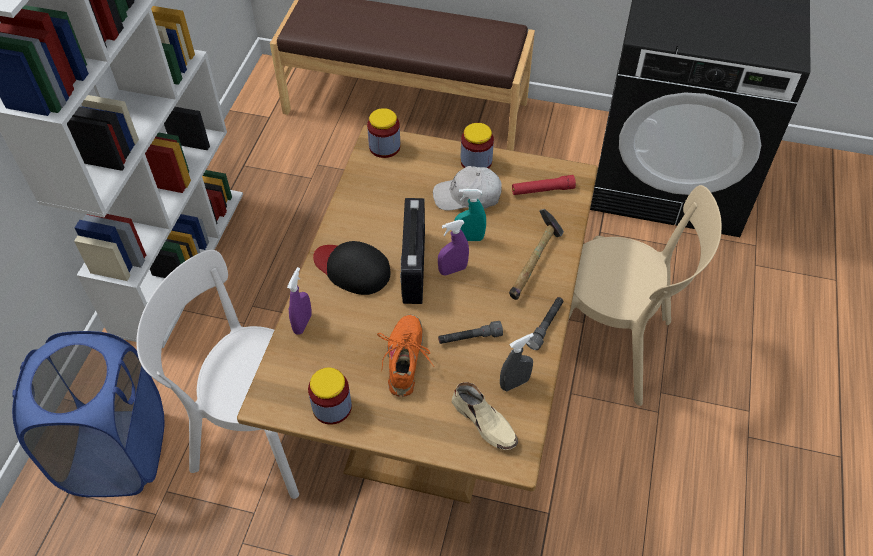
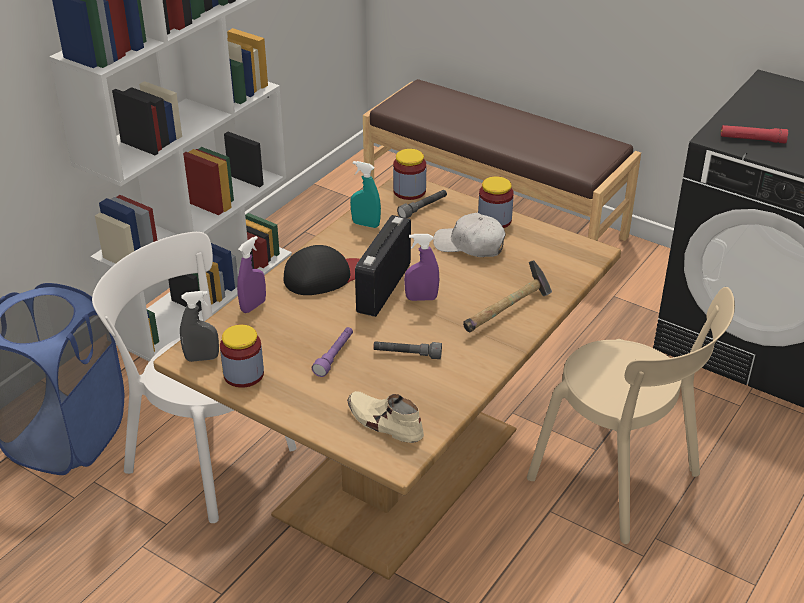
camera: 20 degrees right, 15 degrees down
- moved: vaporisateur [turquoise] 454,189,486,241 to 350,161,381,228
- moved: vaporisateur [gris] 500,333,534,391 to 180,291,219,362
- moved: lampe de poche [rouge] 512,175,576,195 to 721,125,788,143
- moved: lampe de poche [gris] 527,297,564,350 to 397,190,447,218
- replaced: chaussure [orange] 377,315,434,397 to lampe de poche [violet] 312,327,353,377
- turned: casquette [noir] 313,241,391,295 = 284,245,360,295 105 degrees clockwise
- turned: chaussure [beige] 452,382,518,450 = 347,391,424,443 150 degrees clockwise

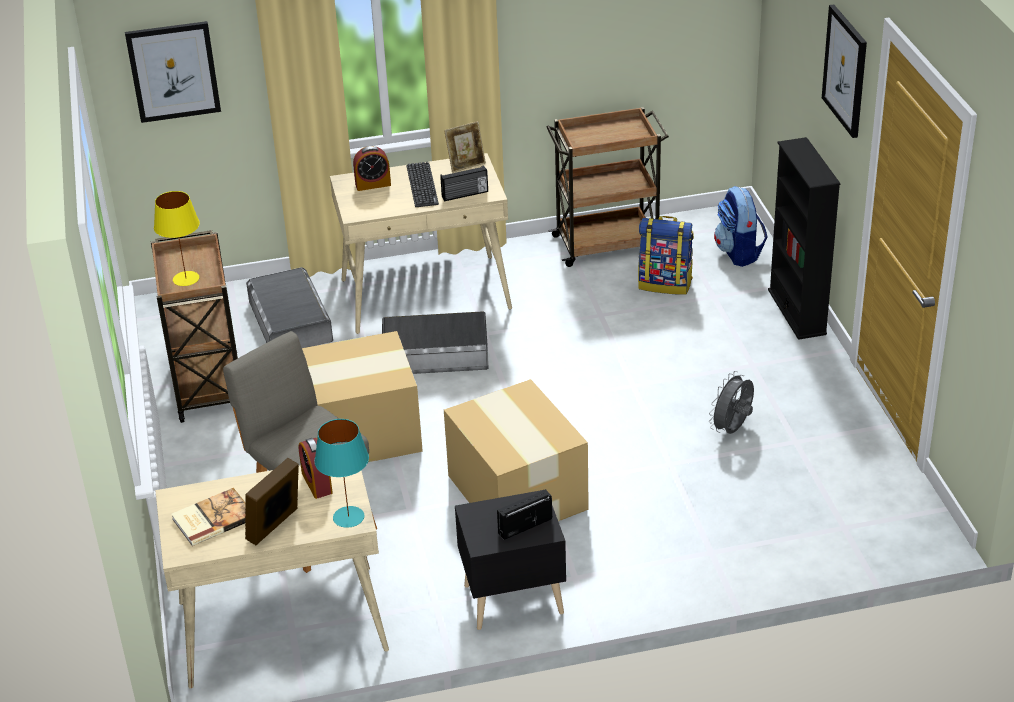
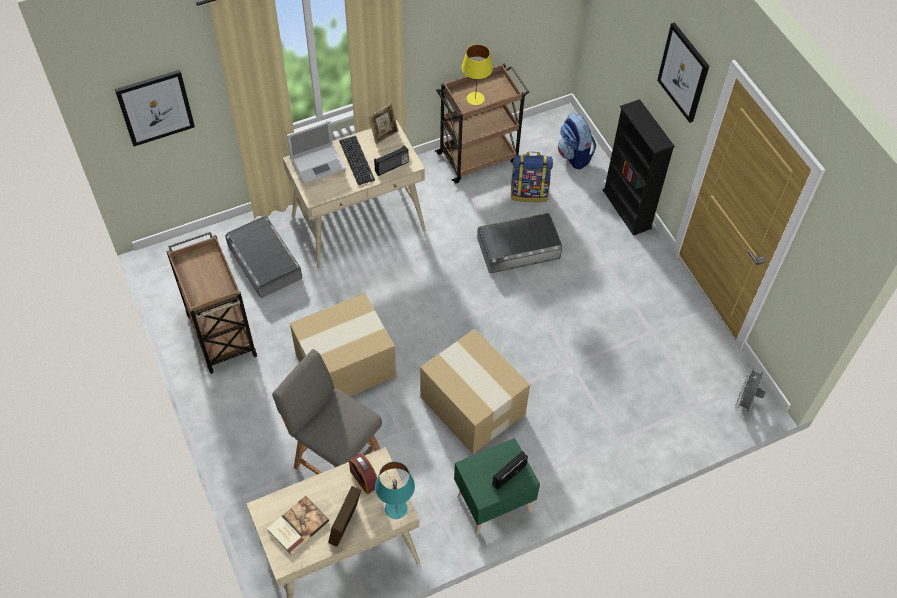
camera: 15 degrees left, 20 degrees up
- moved: lampe de table [jaune] 154,191,200,286 to 462,44,493,105
- moved: boîte de rangement [gris] 382,311,489,374 to 477,213,562,273
- moved: ventilateur [gris] 709,371,754,434 to 735,365,765,411
- replaced: réveil 353,146,391,191 to ordinateur portable 287,121,346,184
- recoloured: table de chevet [noir] 455,490,566,630 to table de chevet [vert] 454,438,540,535

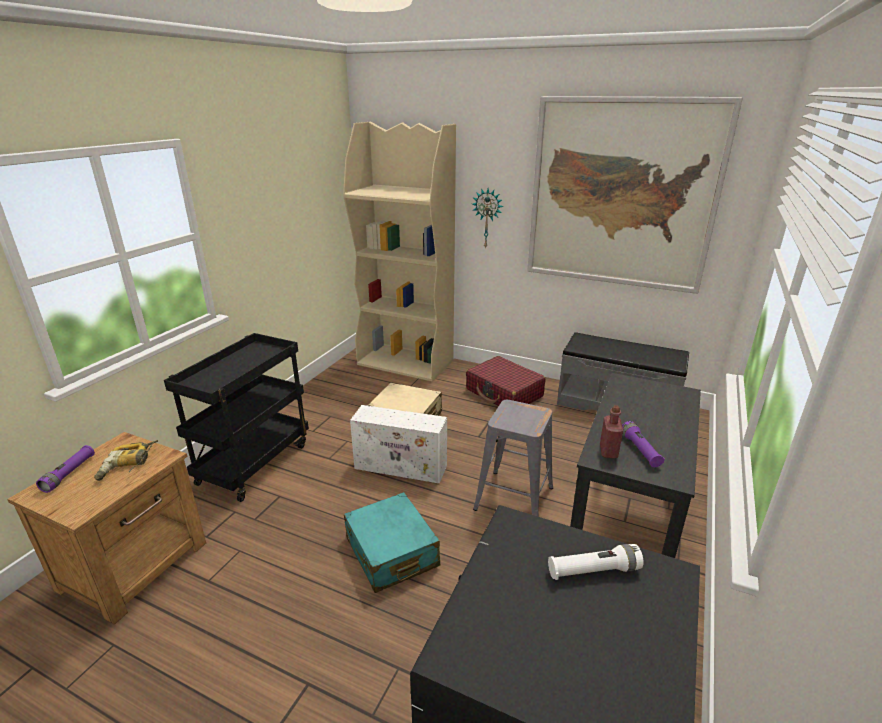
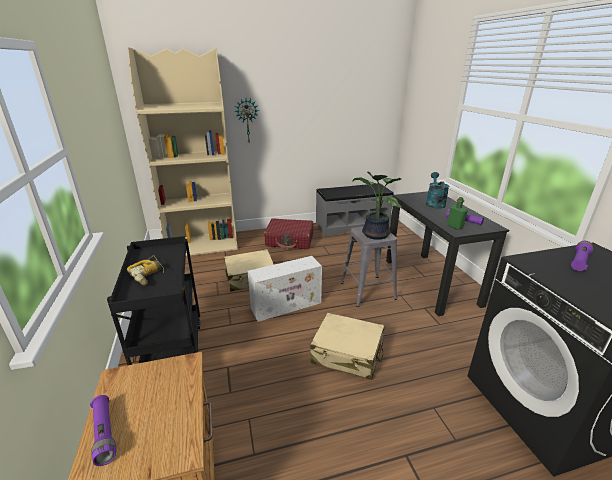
camera: 40 degrees left, 0 degrees up
- removed: tableau 527,96,743,294
- added: plante en pot 352,172,402,240
- added: arrosoir [turquoise] 426,172,449,209
- moved: perceuse 94,440,158,481 to 127,255,164,286
- recoloured: valise [turquoise] 344,492,440,593 to valise [beige] 310,313,384,380
- recoloured: lampe de poche [blanc] 548,544,644,580 to lampe de poche [violet] 571,241,593,271
- recoloured: bouteille [rouge] 600,405,623,458 to bouteille [vert] 447,197,468,230

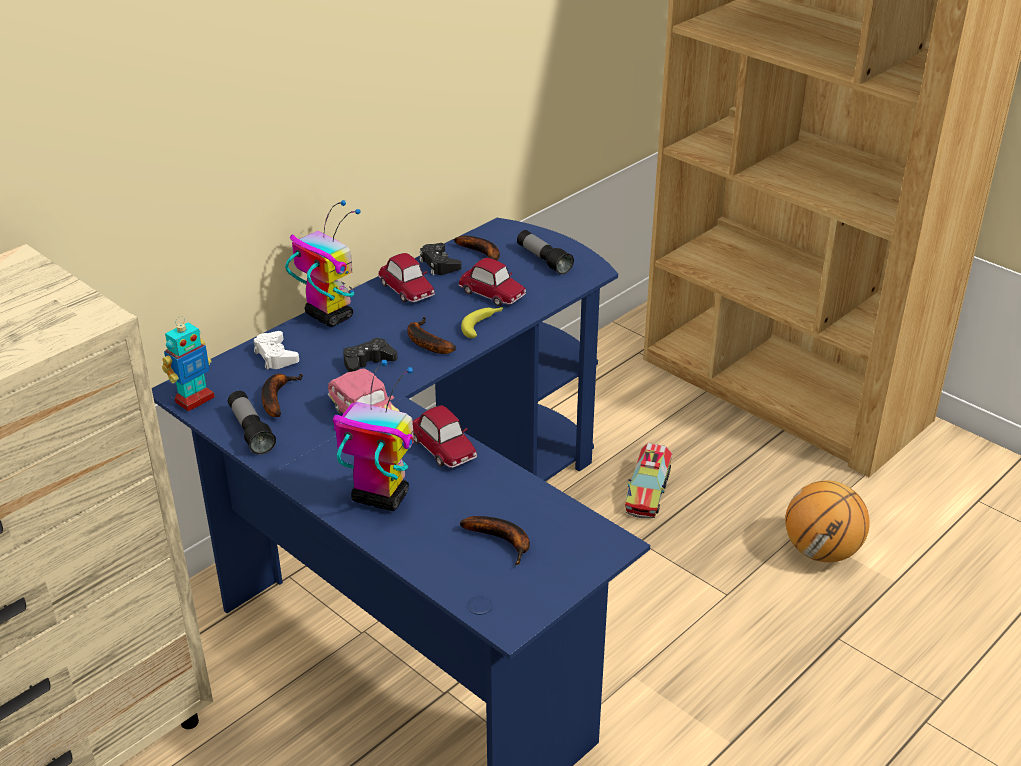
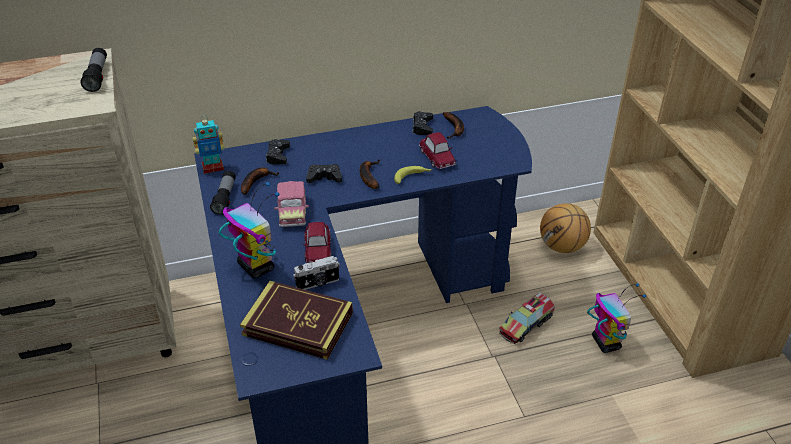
camera: 30 degrees right, 5 degrees up
- removed: petite voiture 378,253,435,302
- added: appareil photo 293,256,340,290
- moved: robot jouet 285,200,361,327 to 587,283,646,353
- moved: lampe de poche 517,230,574,275 to 80,48,107,92
- moved: ballon de basket 785,481,870,562 to 540,203,591,253
- replaced: banane 460,516,530,565 to livre 240,281,353,360
- recoloured: manette [blanc] 253,331,299,369 to manette [noir] 266,139,290,164

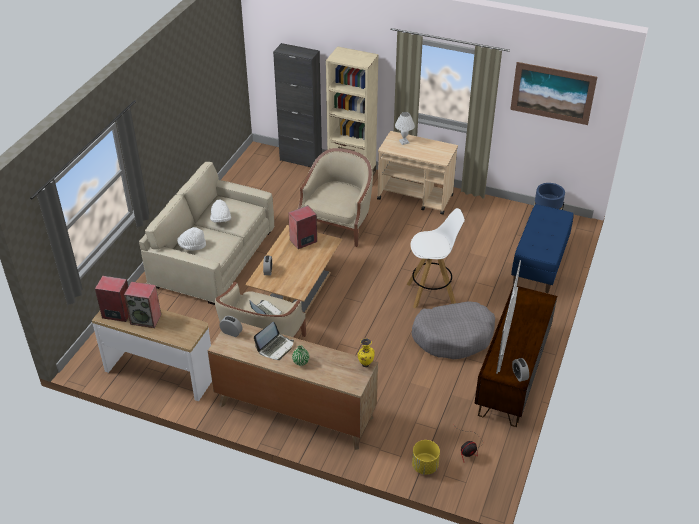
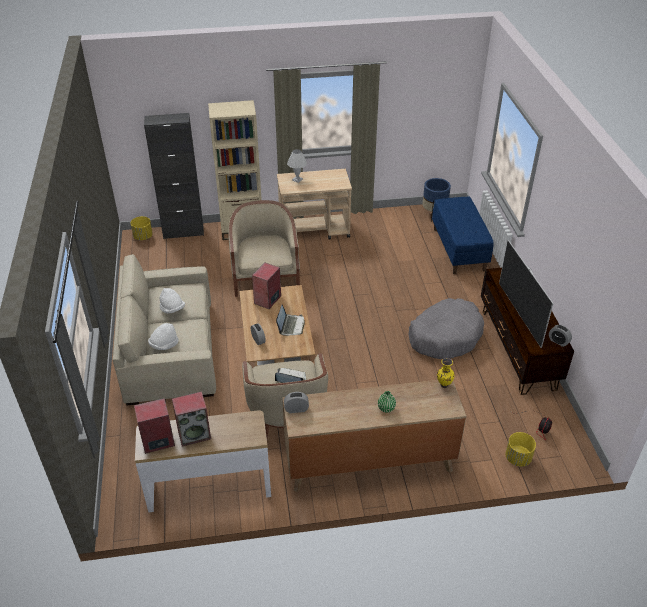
camera: 30 degrees left, 0 degrees up
- removed: tabouret [blanc] 406,208,465,309
- removed: tableau 510,62,597,125
- added: cache-pot [jaune] 131,216,153,240
- moved: ordinateur portable 254,322,294,360 to 276,305,305,336

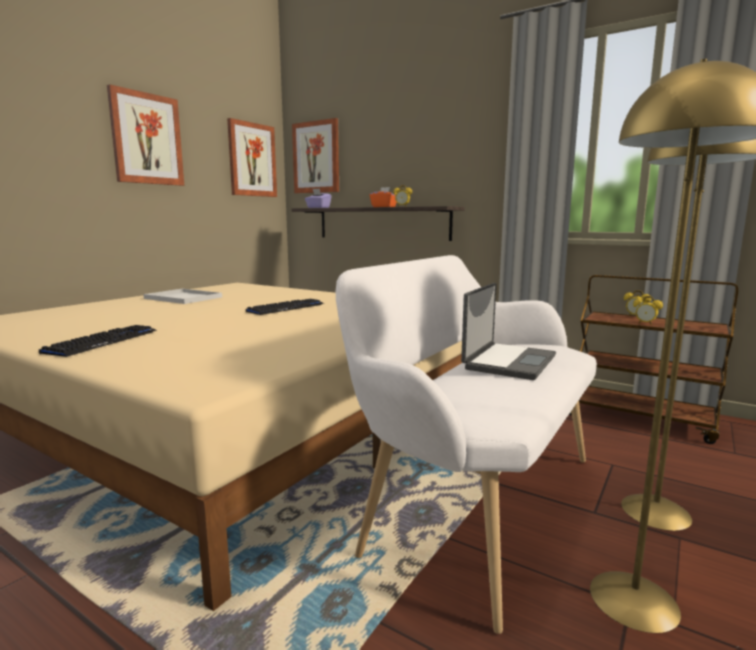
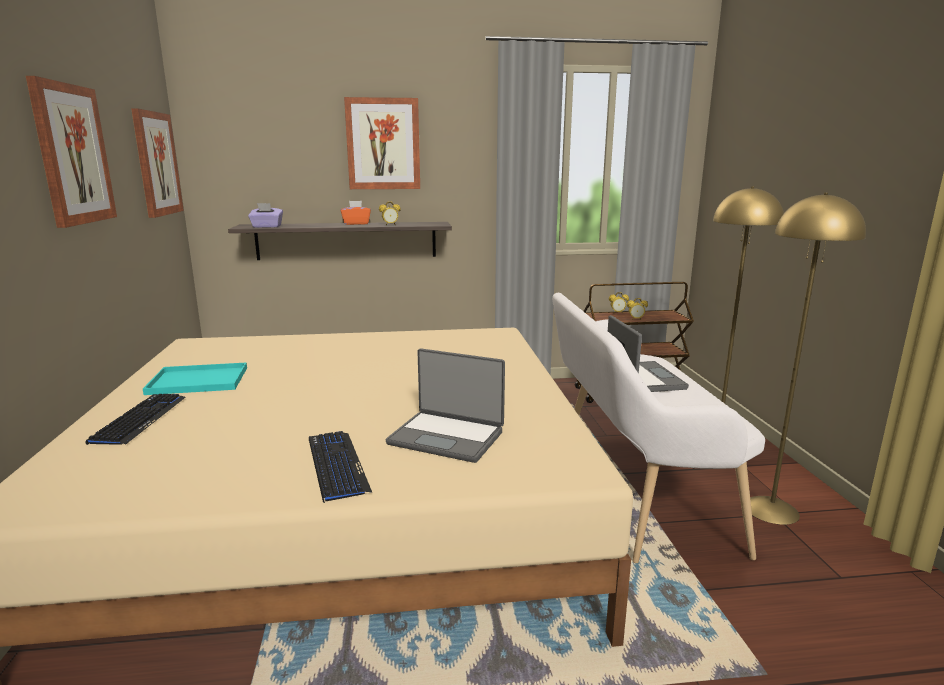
camera: 40 degrees left, 5 degrees up
- added: ordinateur portable 386,348,505,463
- moved: clavier 246,299,324,315 to 86,394,186,445
- moved: tableau 292,118,339,193 to 344,97,420,189
- recoloured: plateau [blanc] 143,289,222,304 to plateau [turquoise] 143,362,247,395

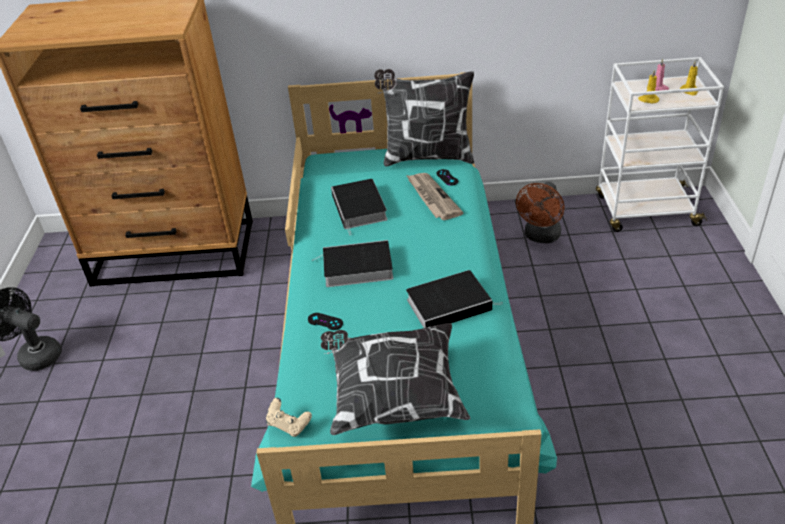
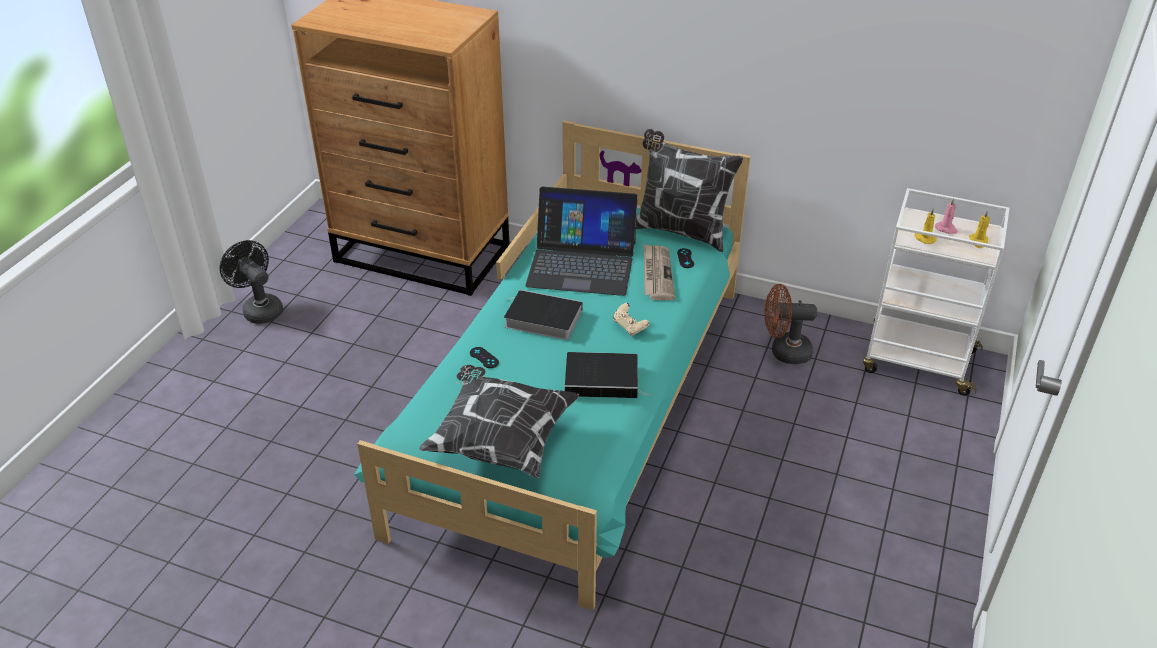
camera: 20 degrees right, 0 degrees up
- moved: manette [beige] 266,398,312,437 to 613,303,649,336
- replaced: livre 331,179,388,235 to ordinateur portable 525,187,638,296
- turned: ventilateur [marron] 516,182,564,243 = 765,284,817,364 45 degrees clockwise

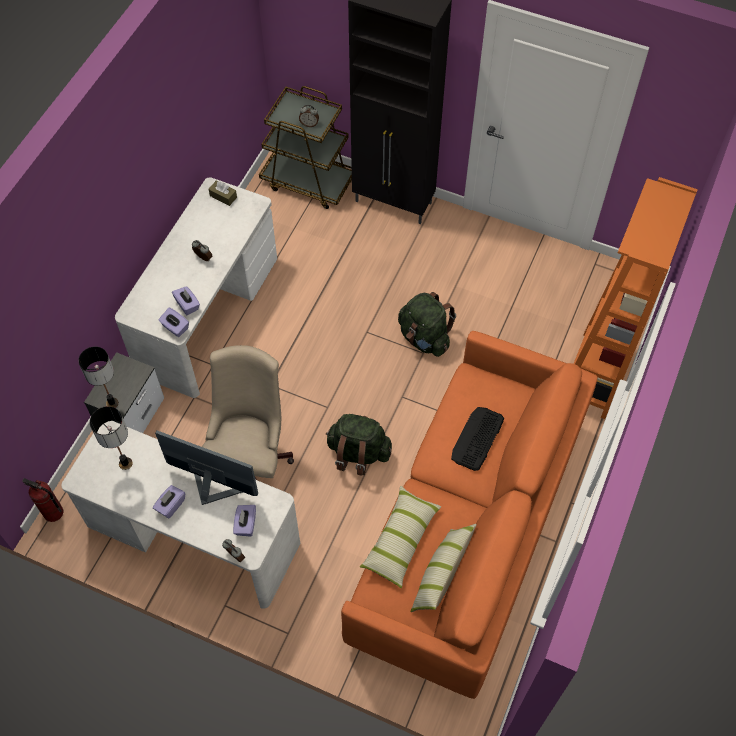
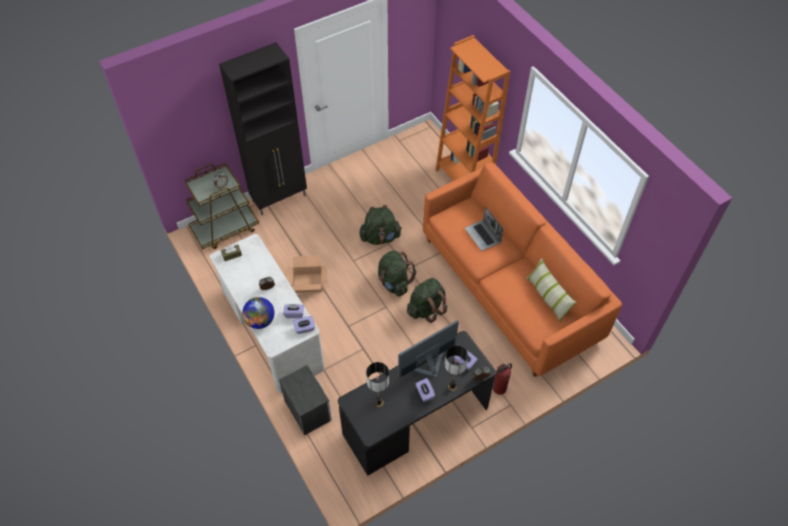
camera: 55 degrees left, 5 degrees down
- removed: chaise de bureau [beige] 202,345,294,480
- removed: coussin 360,485,441,588
- added: globe 242,297,274,329
- added: carton 286,255,327,293
- added: sac à dos [vert] 378,251,417,297
- moved: extincteur 22,478,63,522 to 493,363,512,395
- moved: lampe de table 78,347,119,408 to 444,345,468,391
- replaced: clavier 451,407,504,471 to ordinateur portable 465,206,503,251
- recoloured: bureau [blanc] 61,421,300,608 to bureau [noir] 338,331,496,476

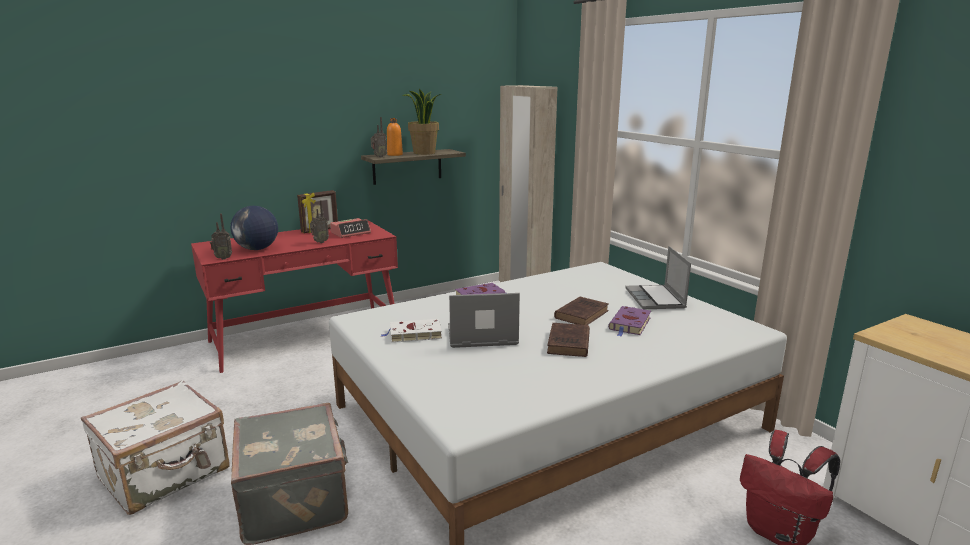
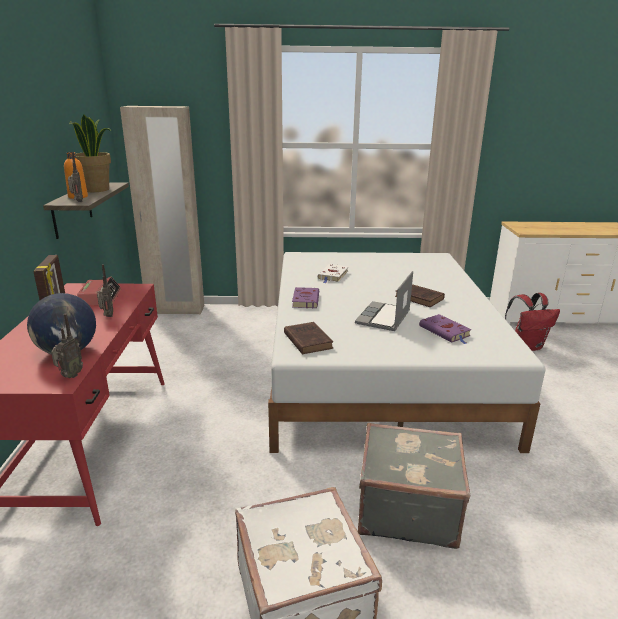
camera: 60 degrees left, 5 degrees up
- removed: ordinateur portable 625,246,691,309
- moved: livre [blanc] 381,319,442,342 to 317,264,349,283
- moved: livre [marron] 554,296,609,325 to 284,322,334,354
- moved: livre [violet] 608,306,651,336 to 419,314,472,344

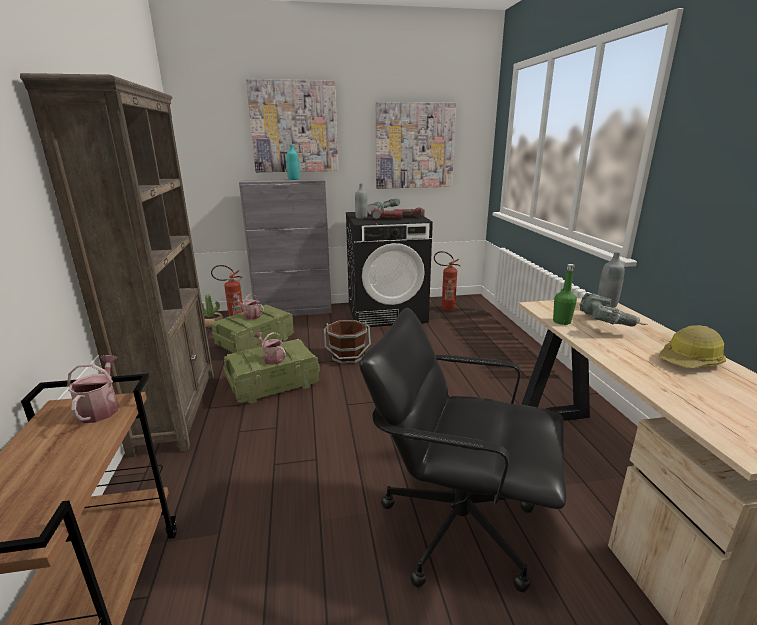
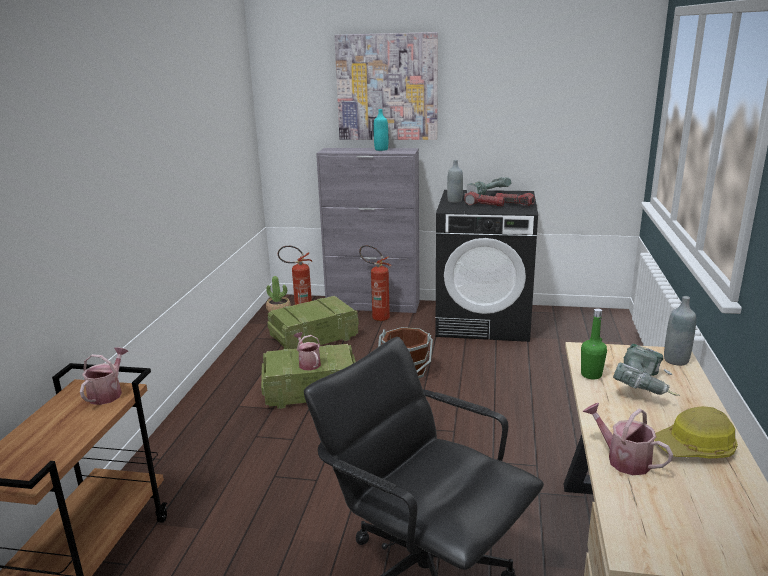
camera: 20 degrees right, 0 degrees up
- removed: bibliothèque [marron] 20,73,214,458
- removed: tableau 376,102,456,189
- moved: arrosoir 233,293,264,320 to 583,403,673,475
- moved: extincteur 434,251,460,311 to 359,245,391,321

